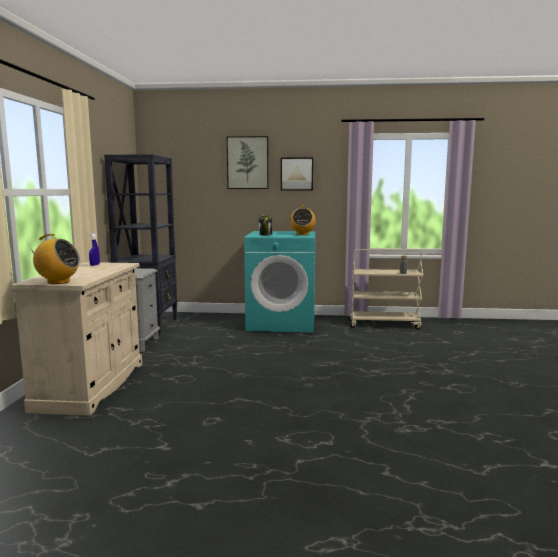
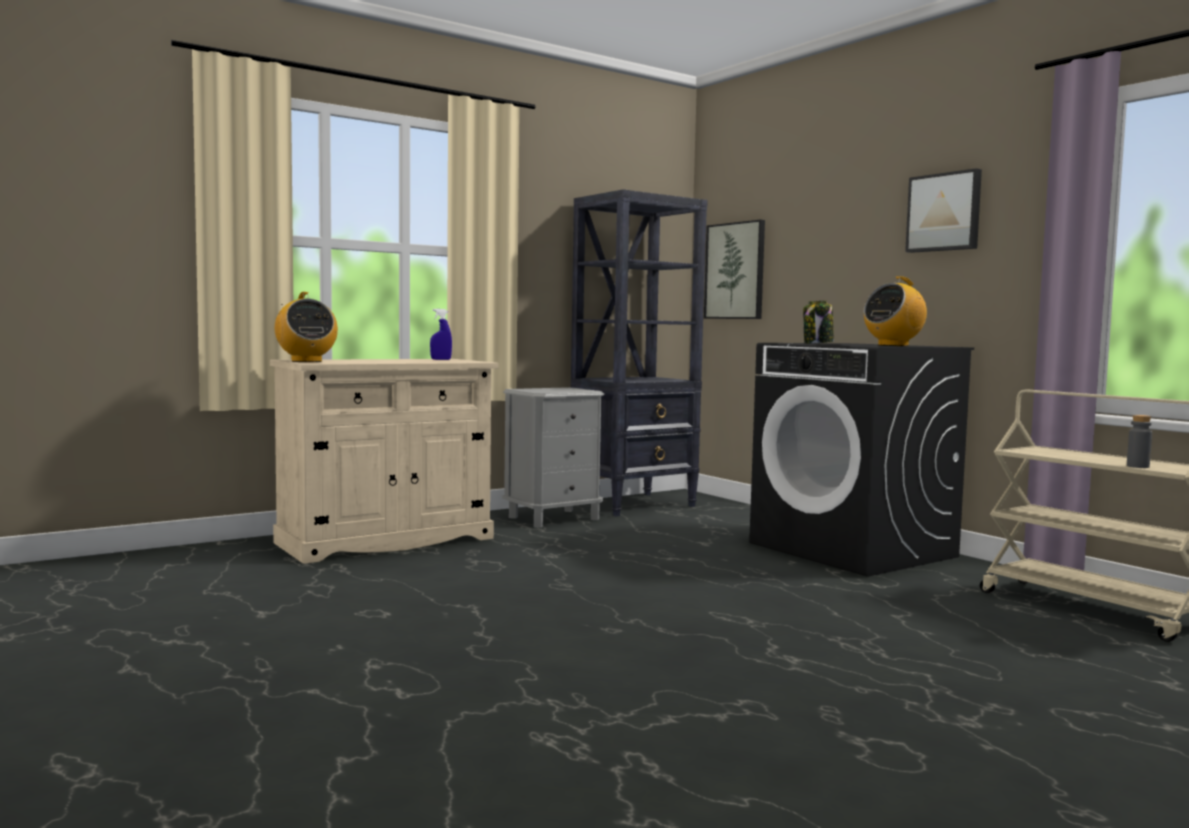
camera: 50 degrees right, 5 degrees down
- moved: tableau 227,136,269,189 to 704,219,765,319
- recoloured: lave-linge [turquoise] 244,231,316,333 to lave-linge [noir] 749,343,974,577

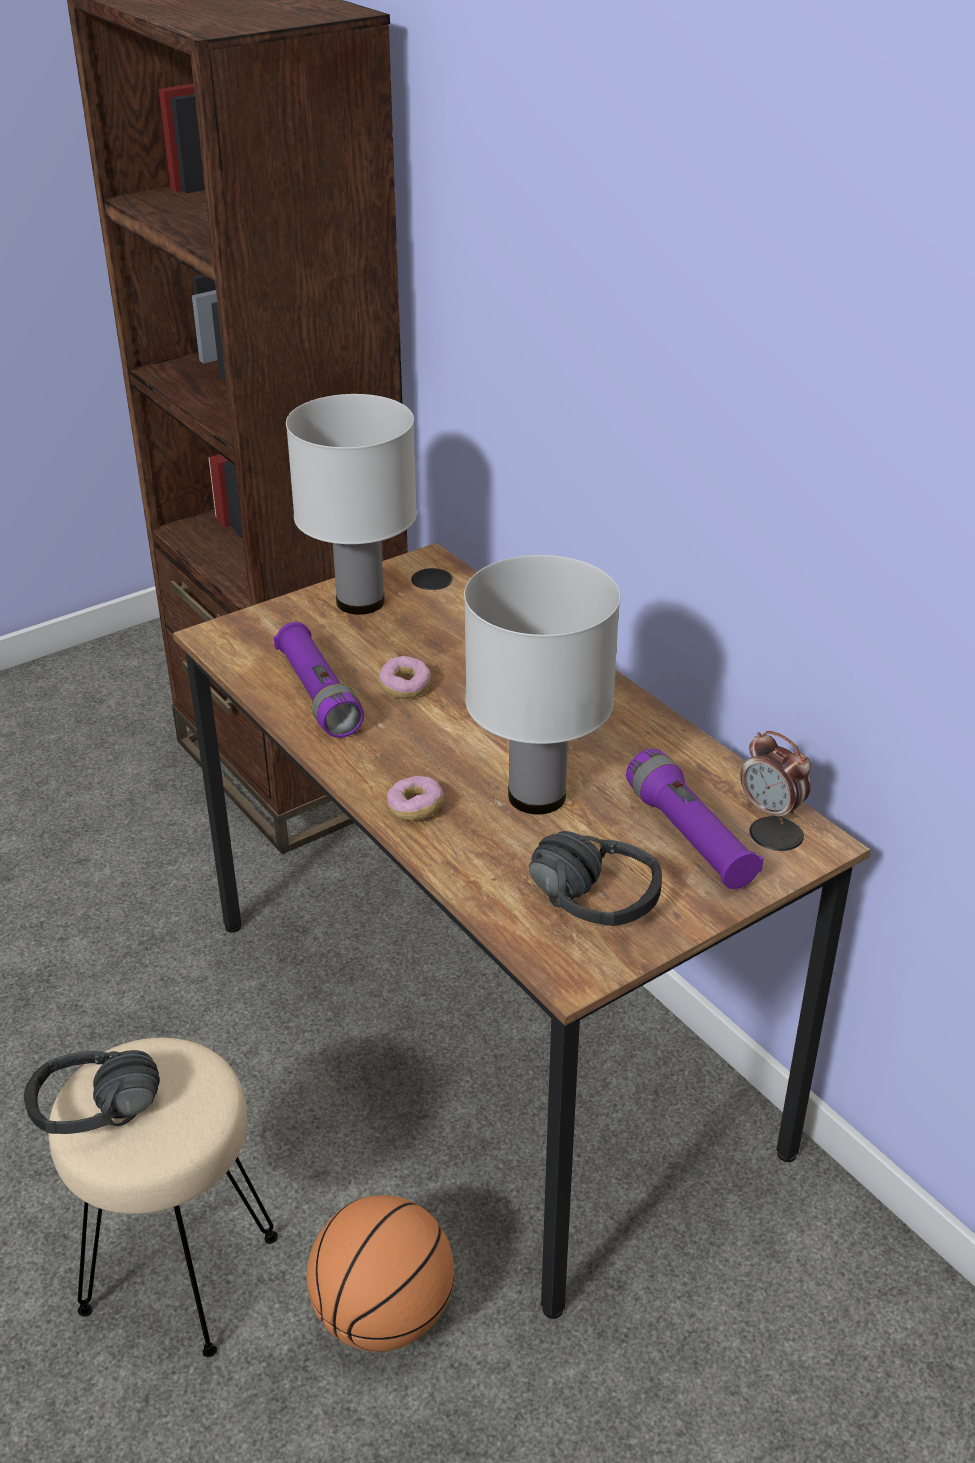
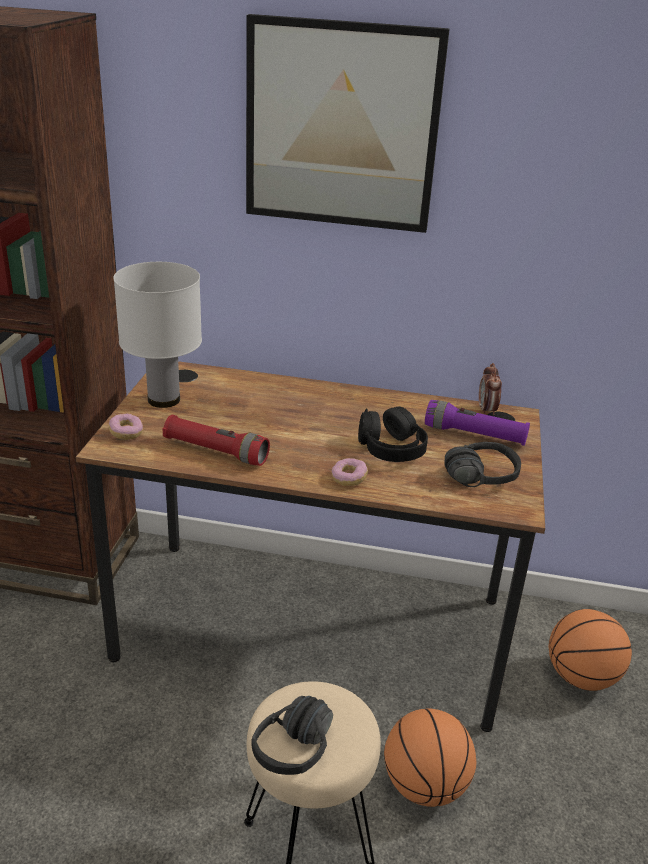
camera: 45 degrees left, 5 degrees down
- added: tableau 246,14,450,233
- added: ballon de basket 549,609,632,691
- moved: beignet 378,656,431,699 to 109,414,143,440
- replaced: lampe de table [blanc] 464,555,620,814 to casque audio [noir] 358,406,428,462
- recoloured: lampe de poche [violet] 274,622,364,738 to lampe de poche [rouge] 162,415,270,466
- turned: réveil 741,731,811,824 = 479,363,502,415 90 degrees clockwise

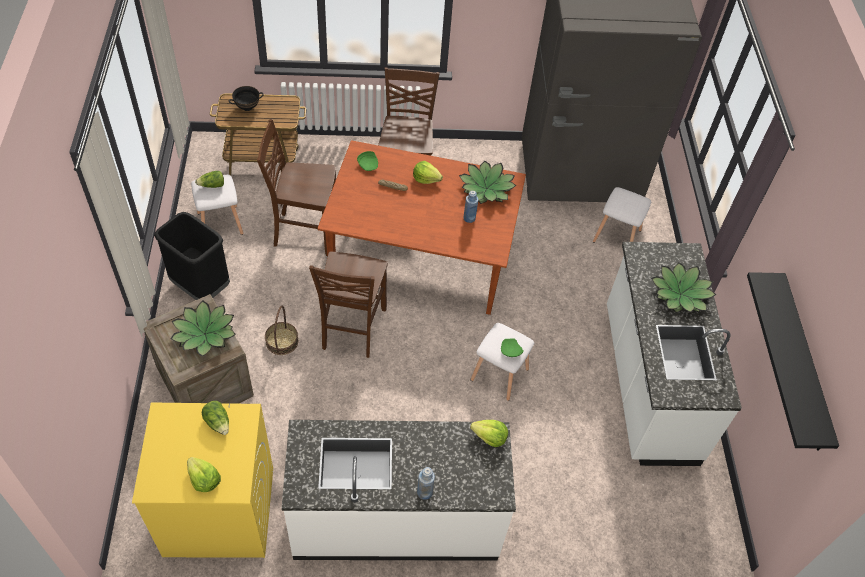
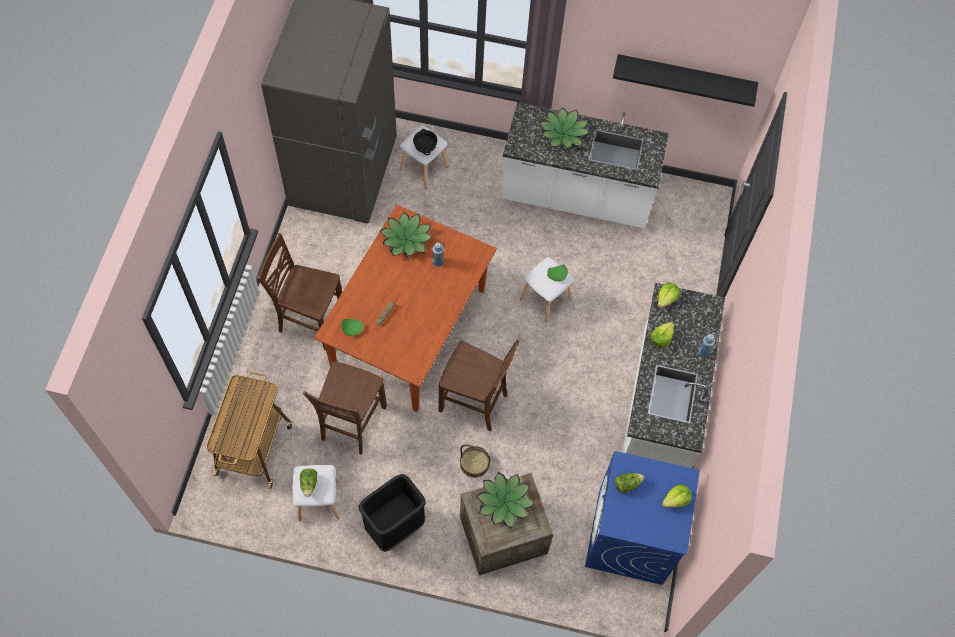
camera: 75 degrees left, 10 degrees up
- moved: bol [noir] 229,86,264,111 to 413,129,437,155
- moved: laitue 413,161,443,184 to 651,322,674,348
- recoloured: lave-linge [jaune] 132,403,273,558 to lave-linge [bleu] 585,451,700,585

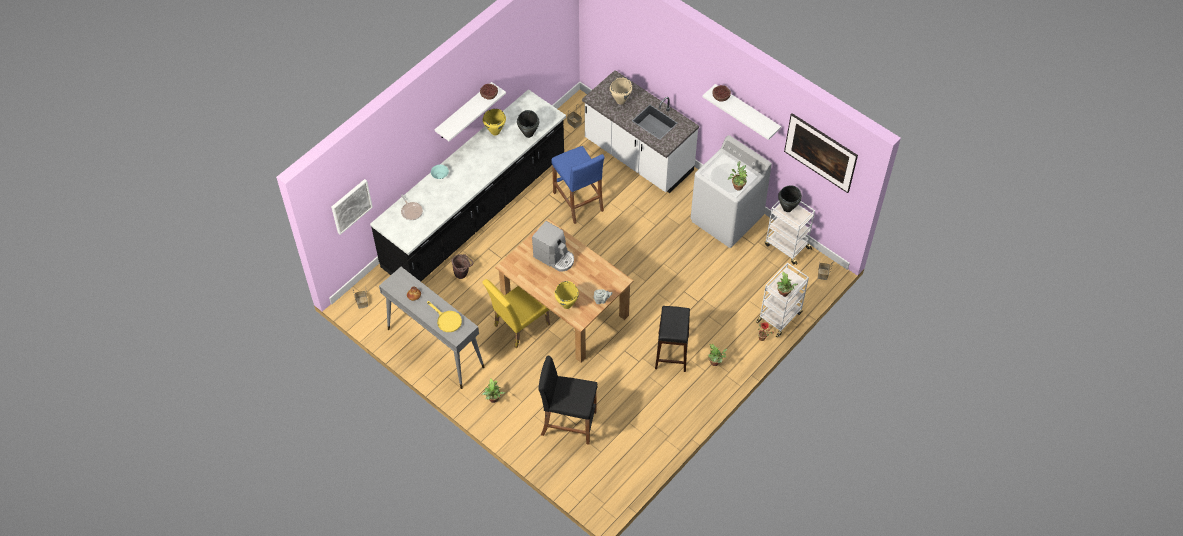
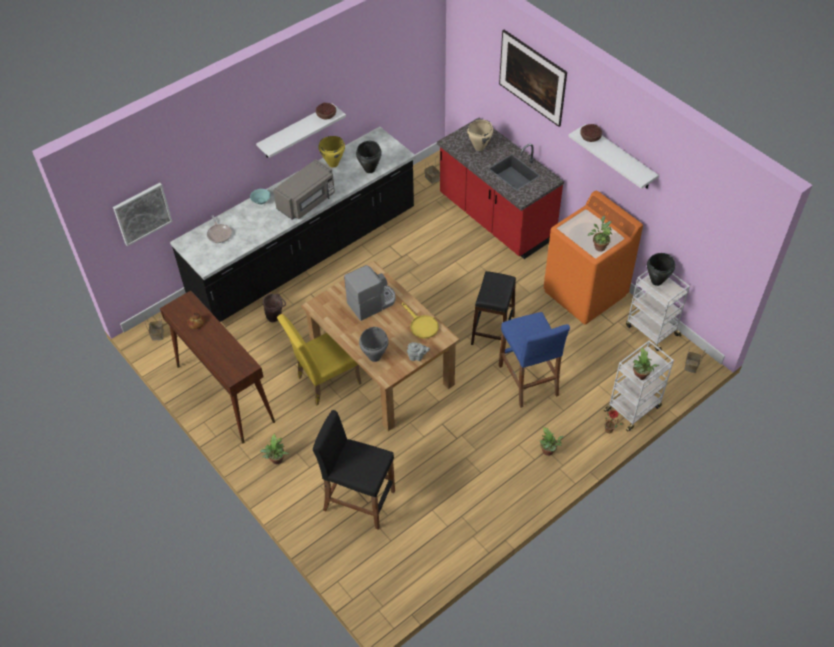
camera: 10 degrees right, 5 degrees down
- added: micro-ondes [gris] 273,159,335,220
- moved: poêle [jaune] 427,301,462,332 to 402,302,439,339
- moved: tabouret [bleu] 552,146,605,224 to 499,312,570,408
- moved: tabouret [noir] 655,306,690,372 to 471,271,516,345
- moved: tableau 784,113,858,193 to 499,30,567,127
- recoloured: table console [gris] 379,267,484,389 to table console [marron] 160,290,275,444
- recoloured: marmite [jaune] 555,281,579,309 to marmite [gris] 359,327,388,362
- recoloured: comptoir de cuisine [blanc] 582,70,699,193 to comptoir de cuisine [rouge] 437,118,564,259
- recoloured: lave-linge [blanc] 691,135,772,248 to lave-linge [orange] 544,190,643,325
- turned: machine à café 532,221,574,272 = 344,265,396,321 75 degrees counterclockwise

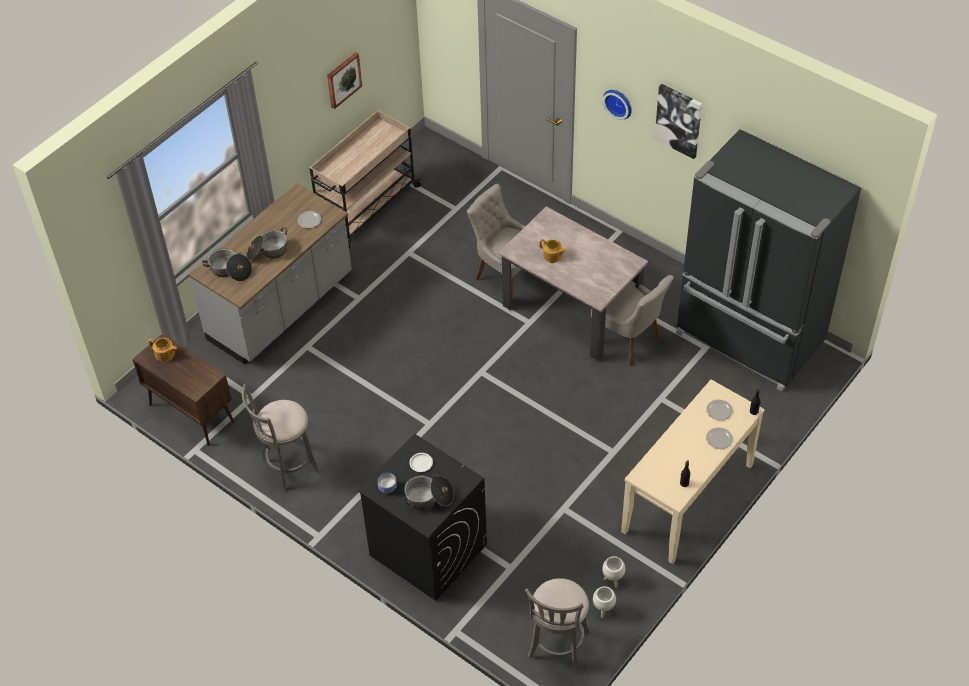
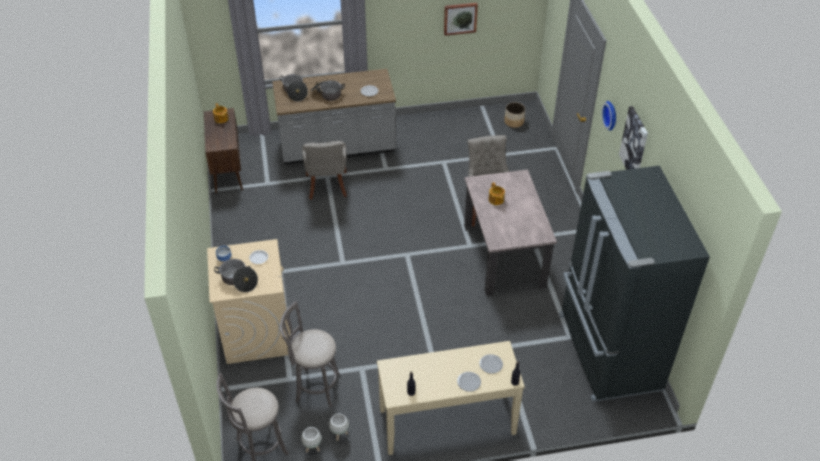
camera: 40 degrees right, 5 degrees down
- removed: chariot [beige] 310,110,421,248
- added: cache-pot 504,102,525,128
- moved: tabouret [gris] 242,384,320,491 to 280,301,340,407
- moved: chaise [gris] 591,275,674,366 to 302,141,347,200
- recoloured: lave-linge [noir] 358,434,487,601 to lave-linge [beige] 207,239,290,364

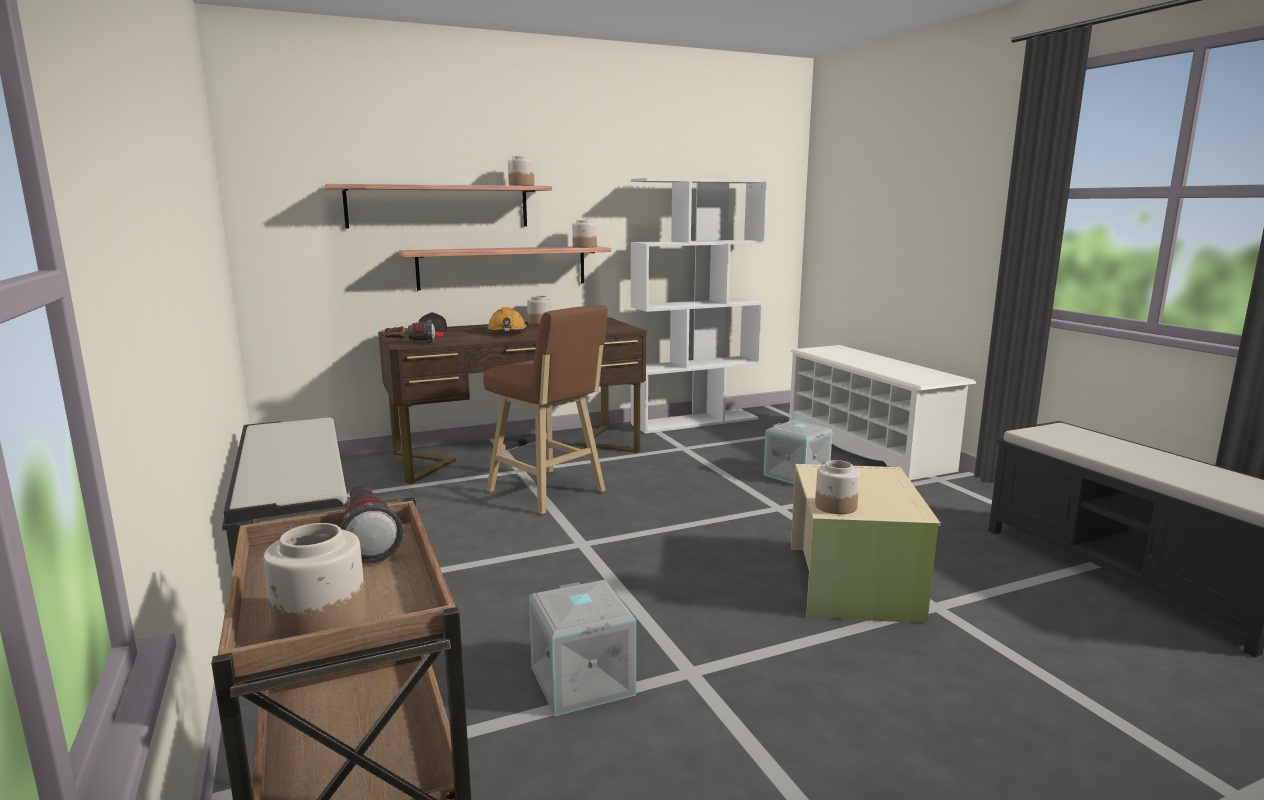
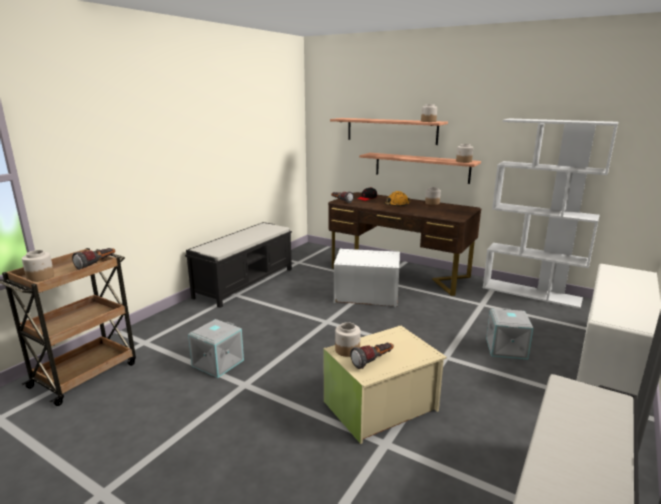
camera: 55 degrees right, 5 degrees up
- added: lampe de poche 350,343,394,369
- replaced: tabouret [marron] 483,305,608,514 to boîte de rangement [blanc] 334,249,400,307

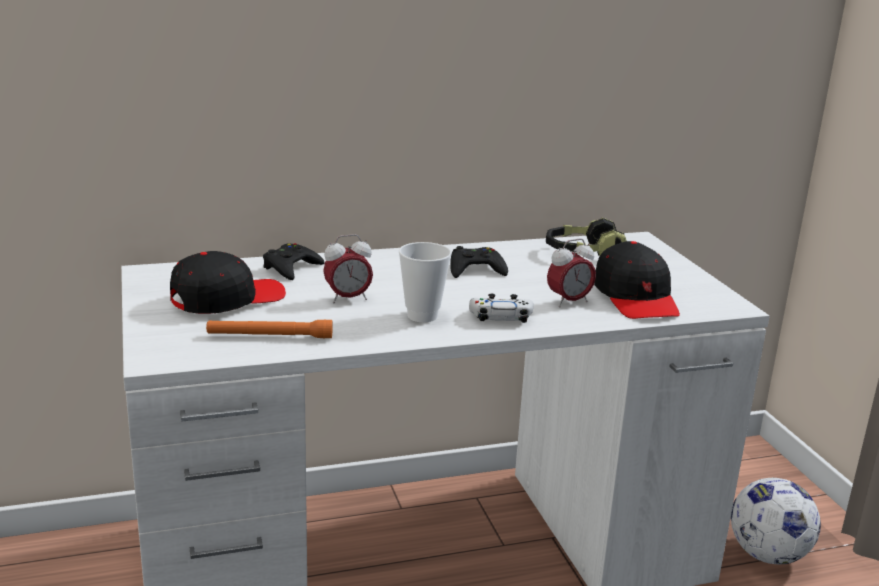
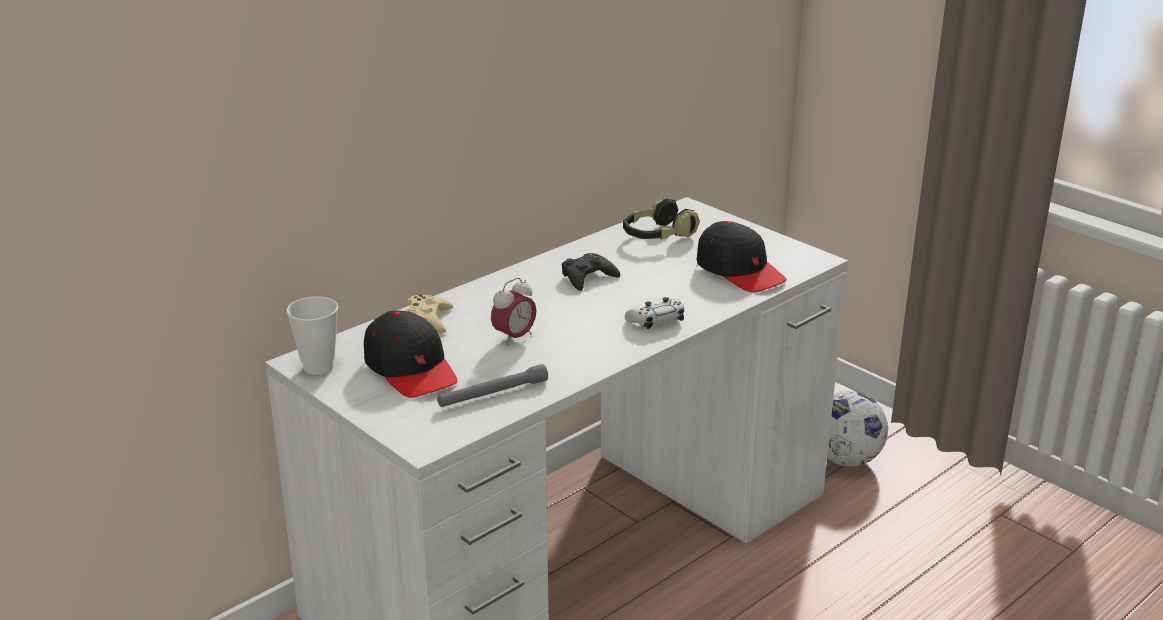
camera: 25 degrees left, 5 degrees up
- removed: réveil 547,239,596,307
- moved: tasse 399,242,451,322 to 287,296,338,375
- recoloured: lampe de poche [orange] 206,319,333,338 to lampe de poche [gris] 437,364,548,407
- recoloured: manette [noir] 263,243,325,280 to manette [beige] 405,294,453,333
- turned: casquette [noir] 170,251,286,314 = 364,311,458,398 120 degrees clockwise

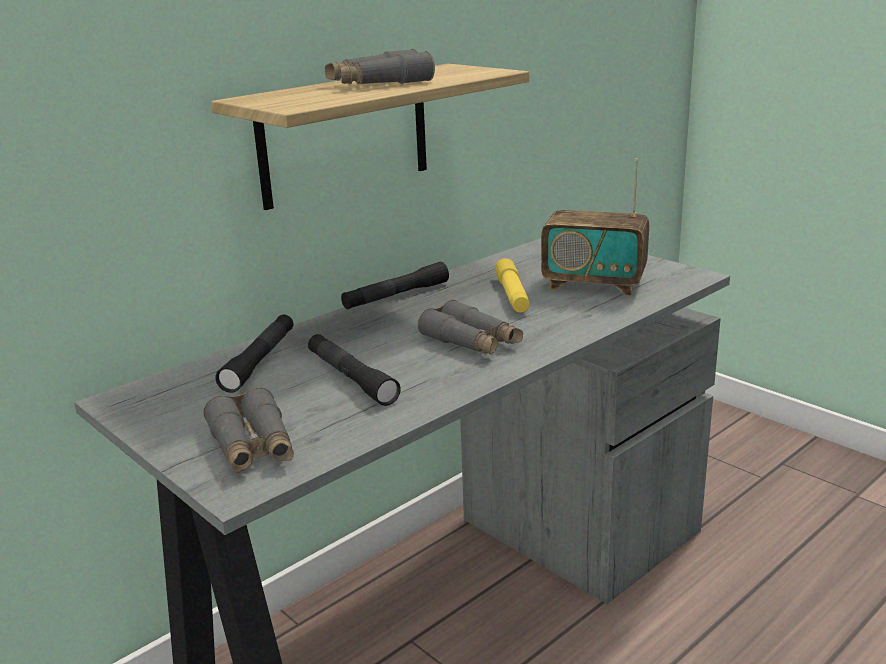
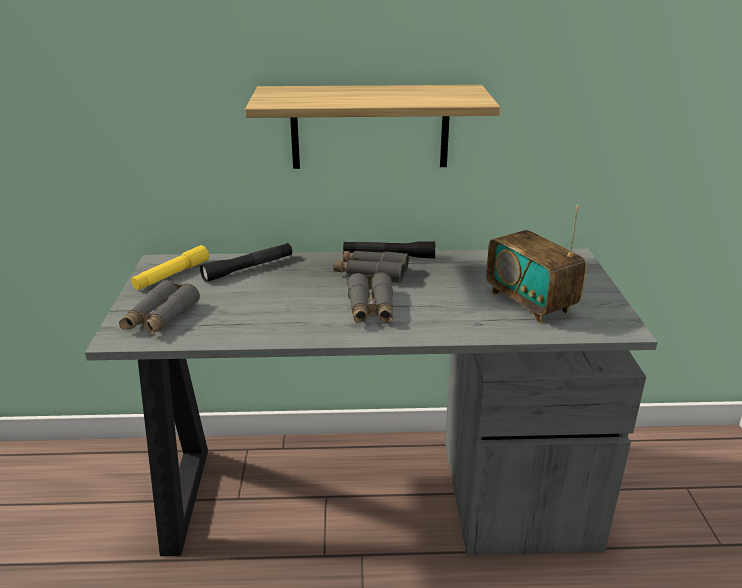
camera: 40 degrees right, 5 degrees up
- removed: lampe de poche [noir] 308,334,401,406
- moved: jumelles [gris] 325,49,435,84 to 333,251,409,283
- moved: lampe de poche [jaune] 495,258,530,313 to 131,245,209,290

